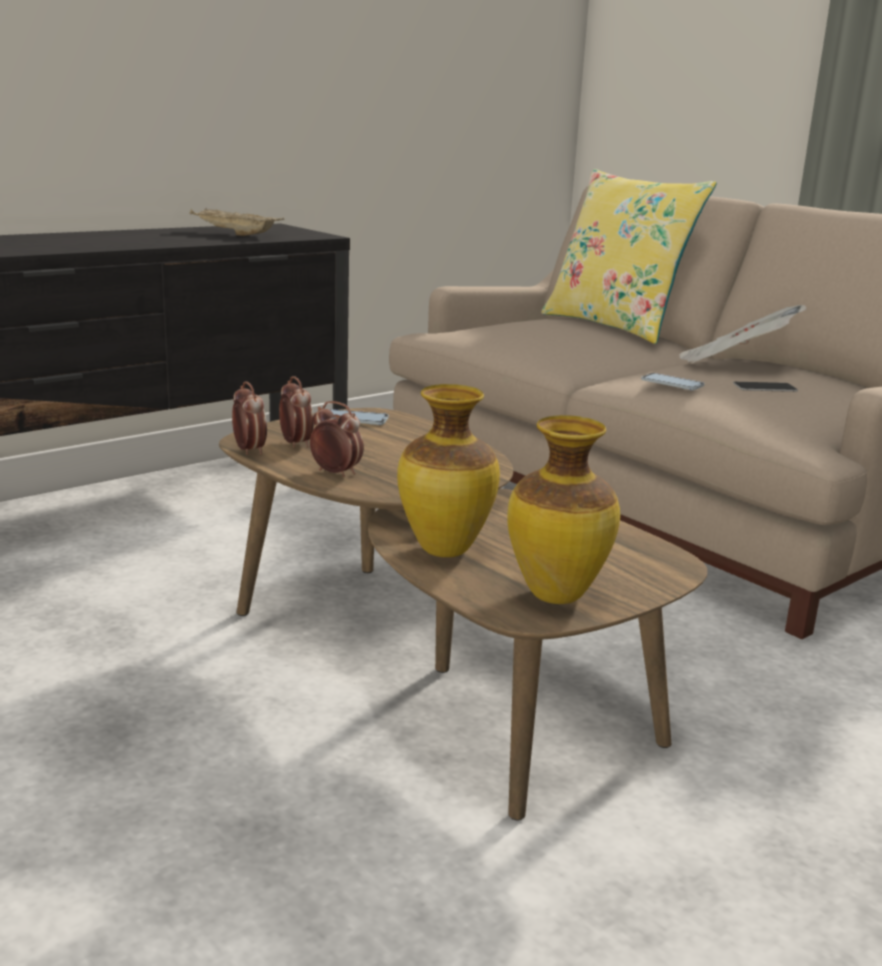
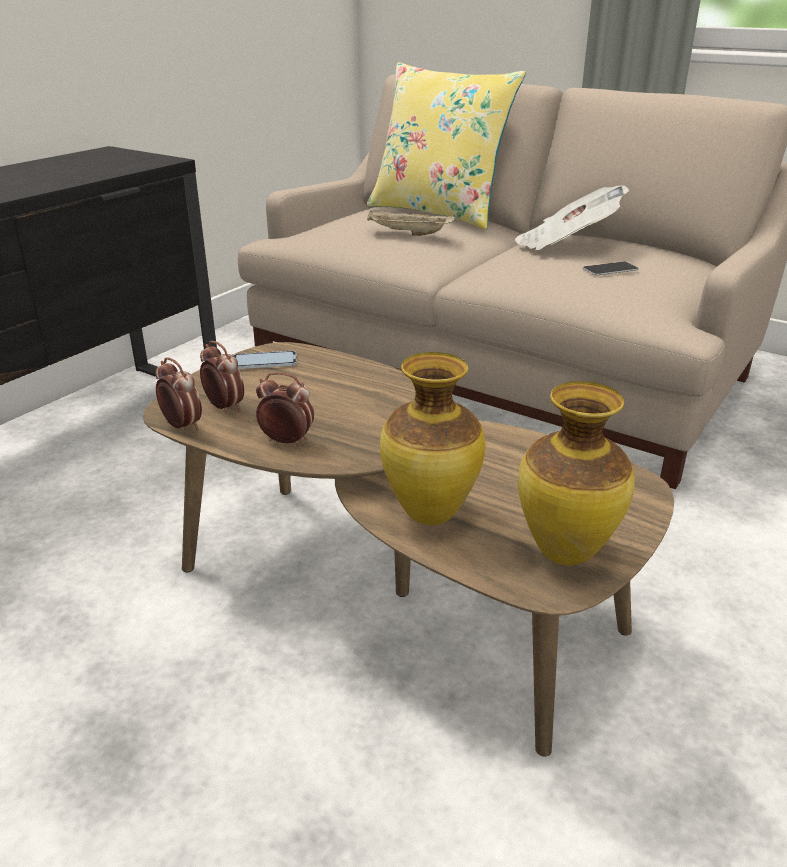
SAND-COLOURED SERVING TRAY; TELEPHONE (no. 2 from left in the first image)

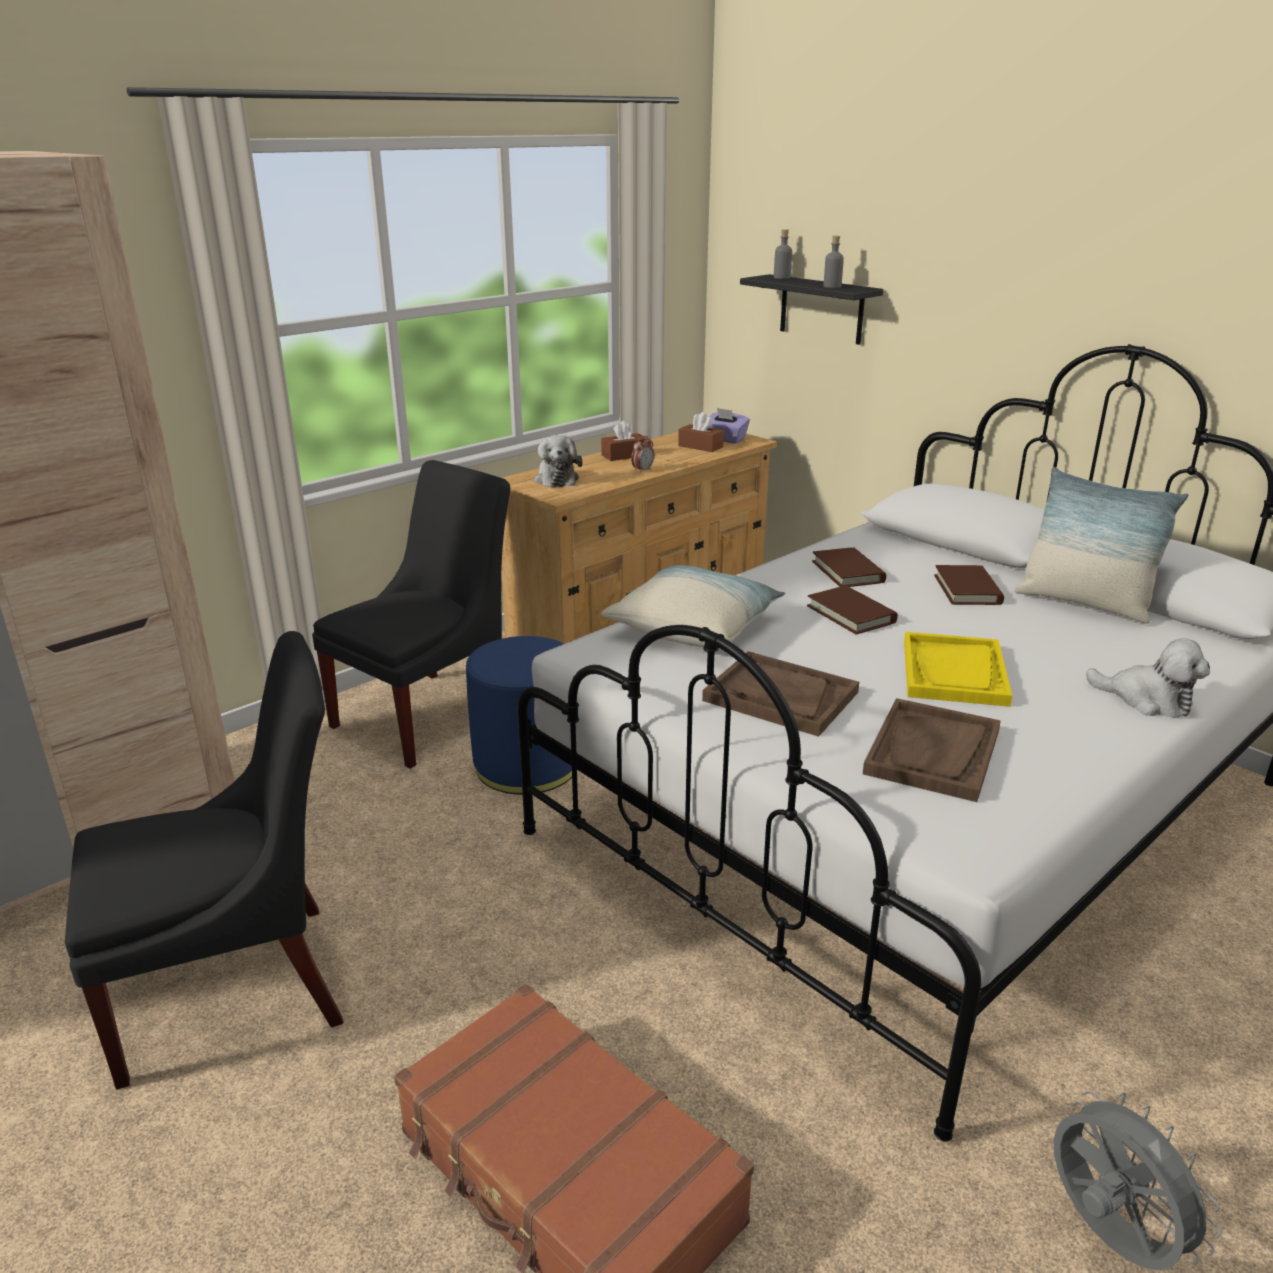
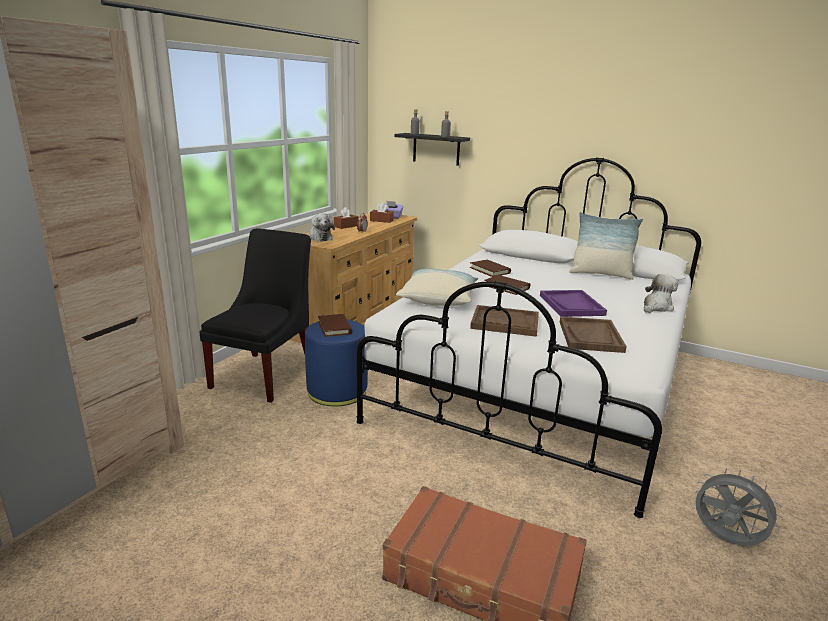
BROWN BOOK (no. 1 from left); PURPLE SERVING TRAY; SOFT TOY (no. 2 from left); BLACK UPRIGHT CHAIR (no. 1 from left in the first image)

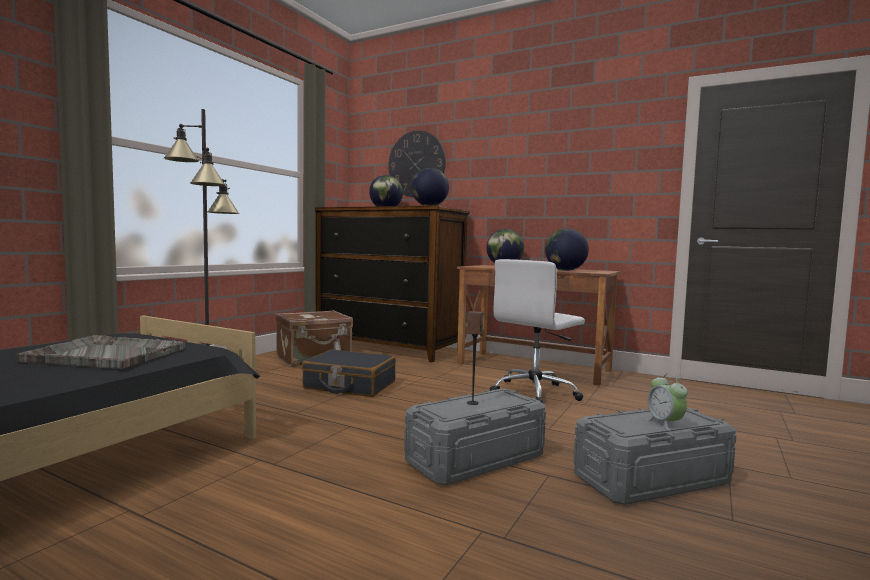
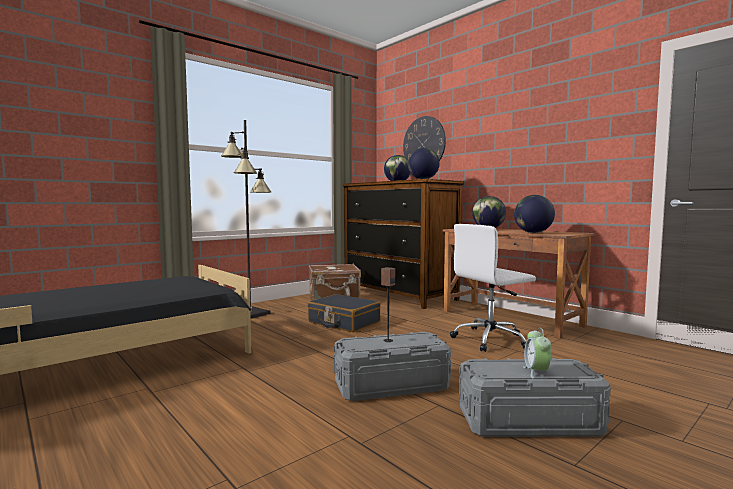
GRAY SERVING TRAY

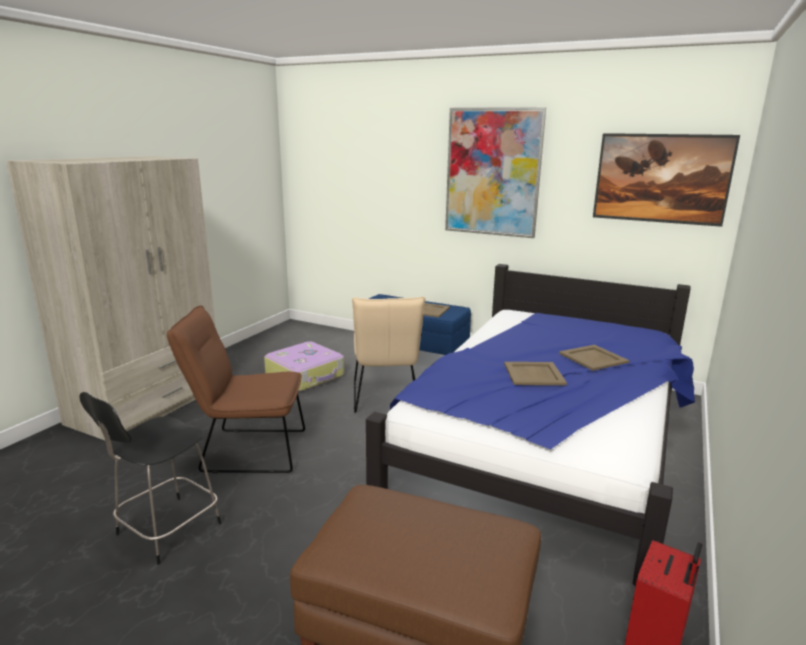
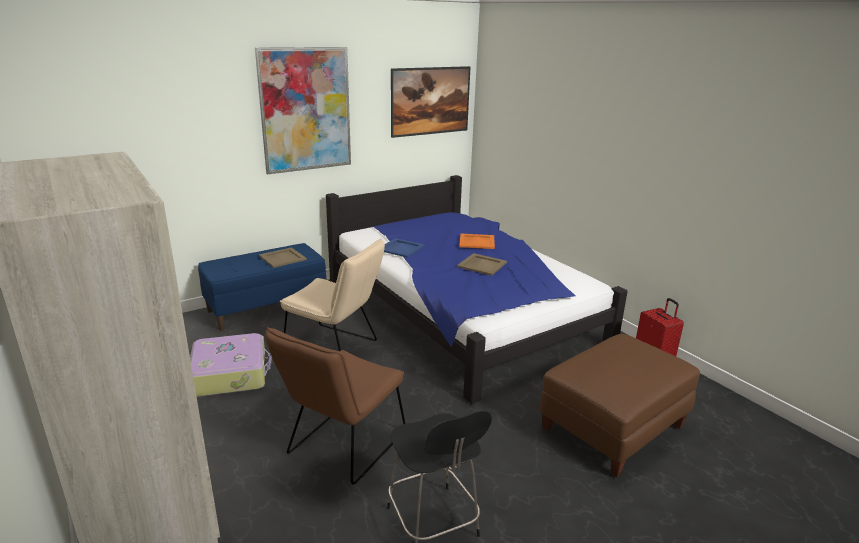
BLUISH SERVING TRAY; ORANGE-COLOURED SERVING TRAY

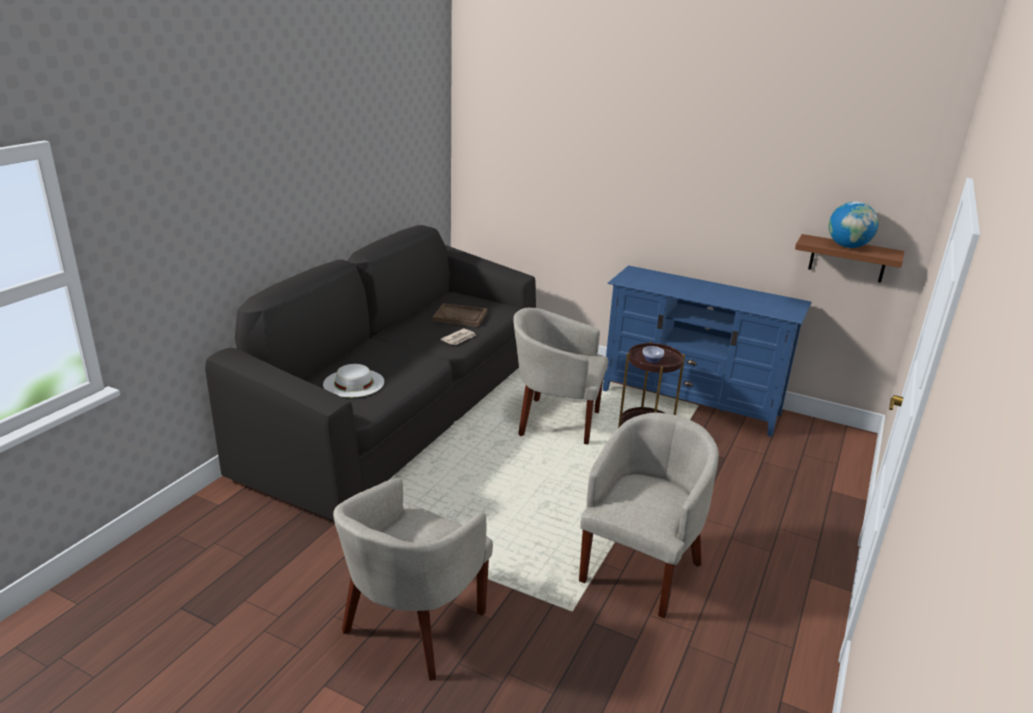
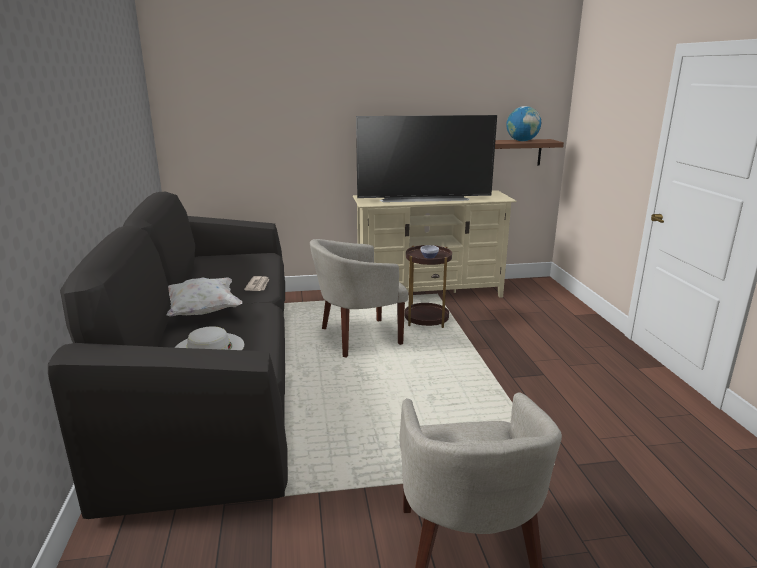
WHITE CUSHION; SAND-COLOURED TV STAND; TV SET; BROWN SERVING TRAY; SAND-COLOURED ARMCHAIR (no. 3 from left in the first image)

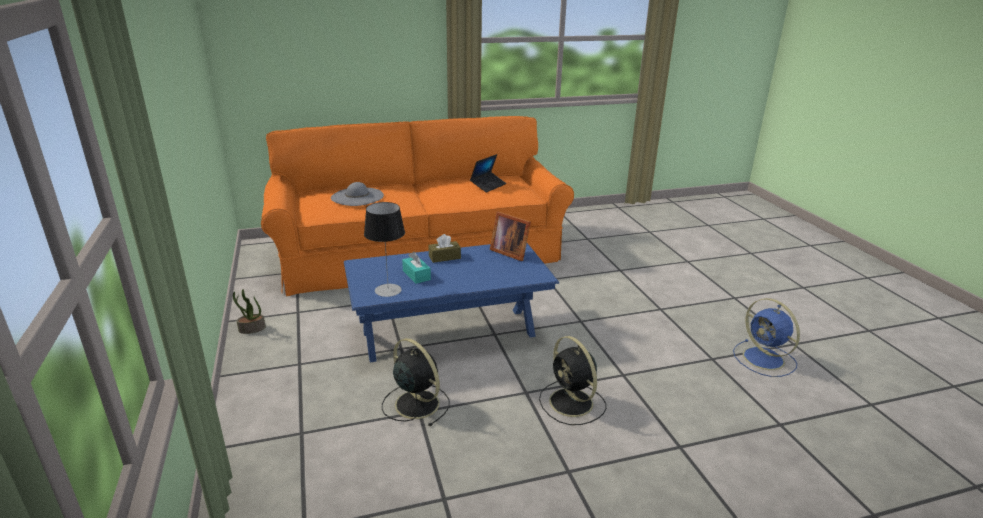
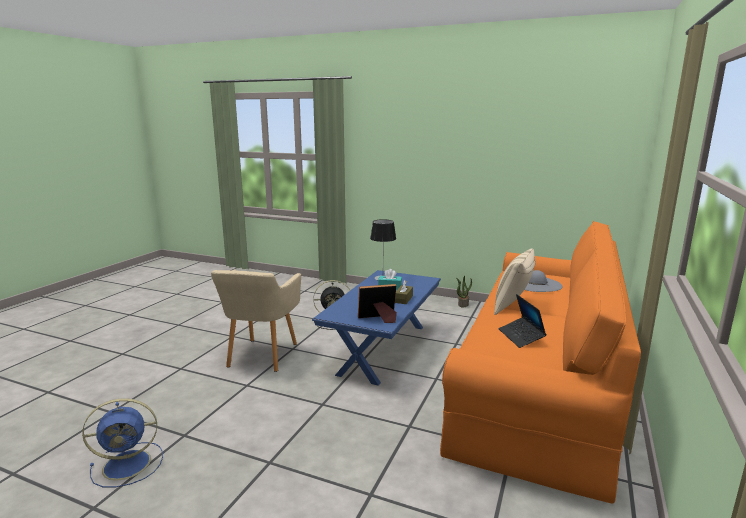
BLUISH FAN; SAND-COLOURED ARMCHAIR; SAND-COLOURED CUSHION

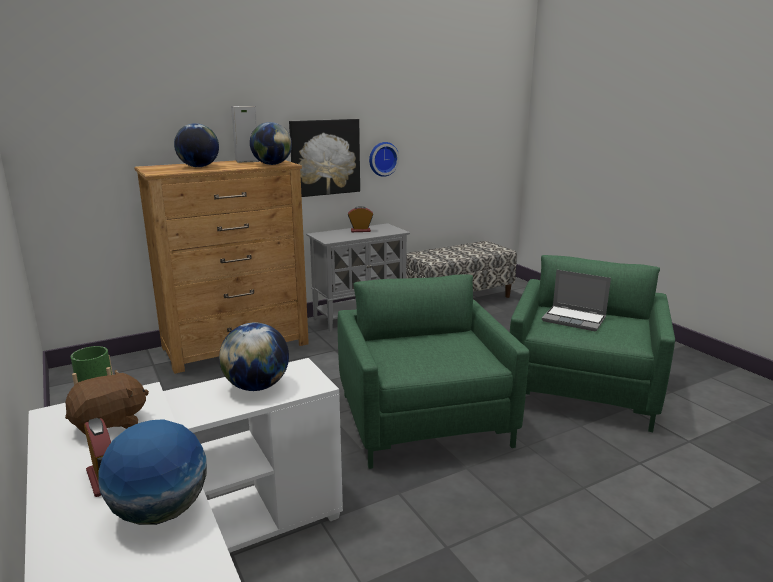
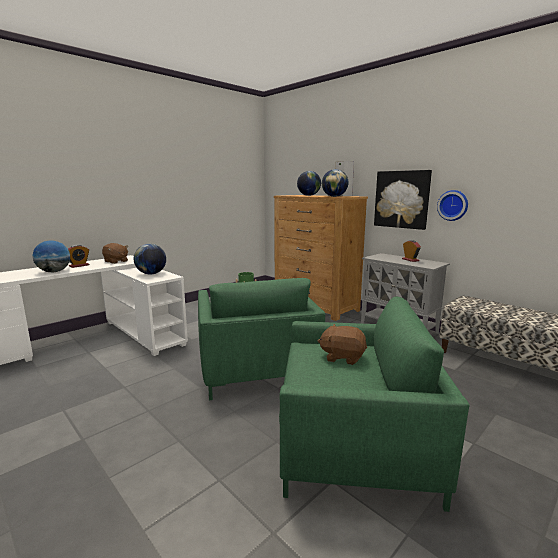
GREEN ARMCHAIR (no. 1 from left); BROWN SOFT TOY (no. 2 from left)

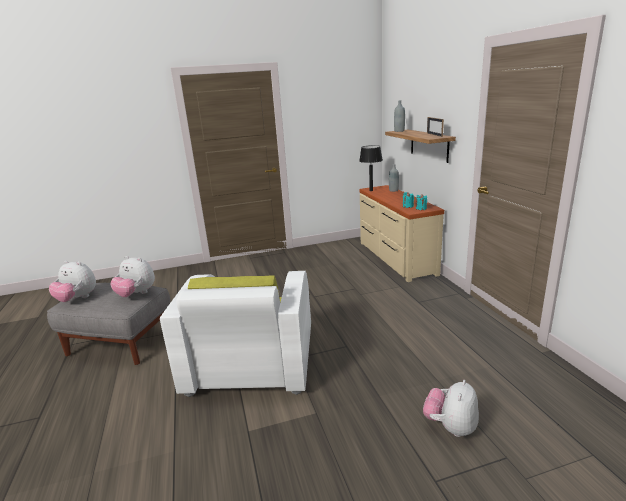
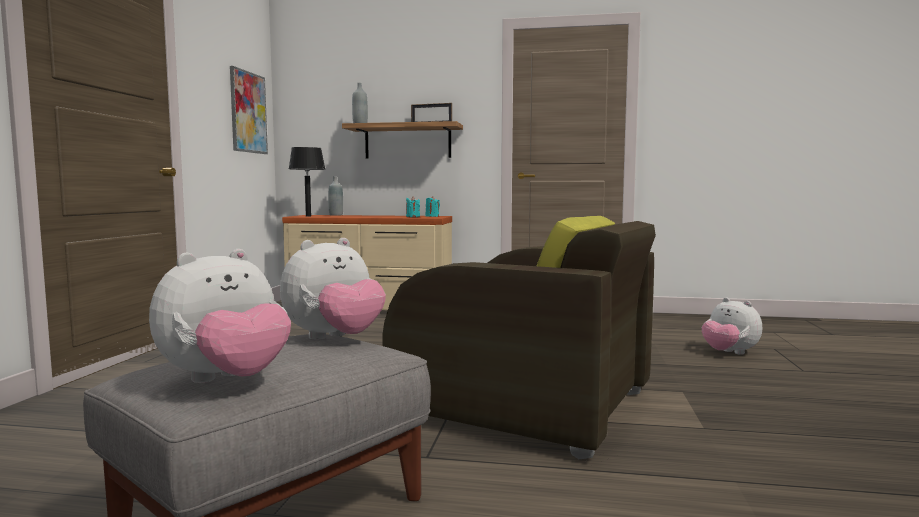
WALL ART; BROWN ARMCHAIR

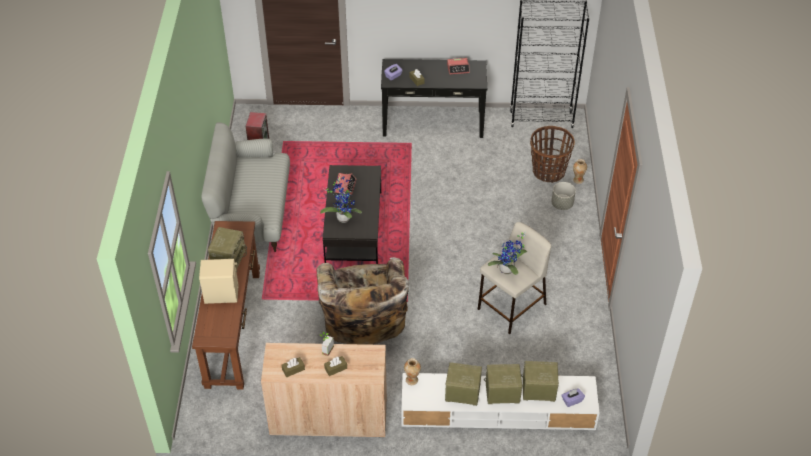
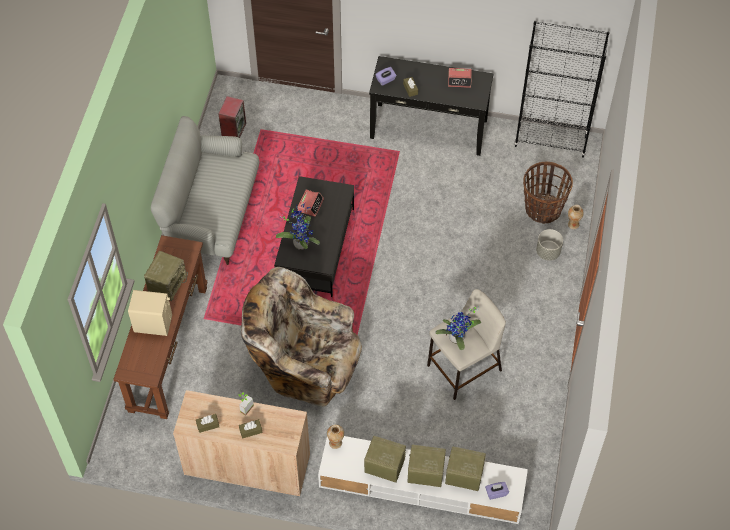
SAND-COLOURED ARMCHAIR

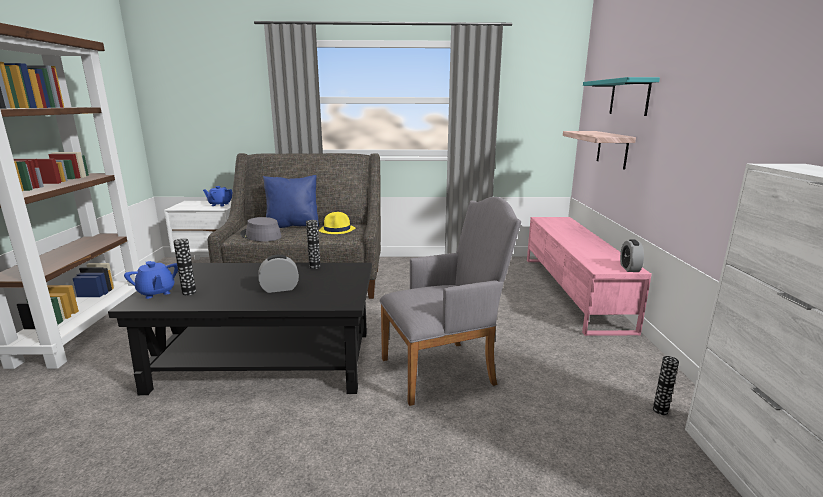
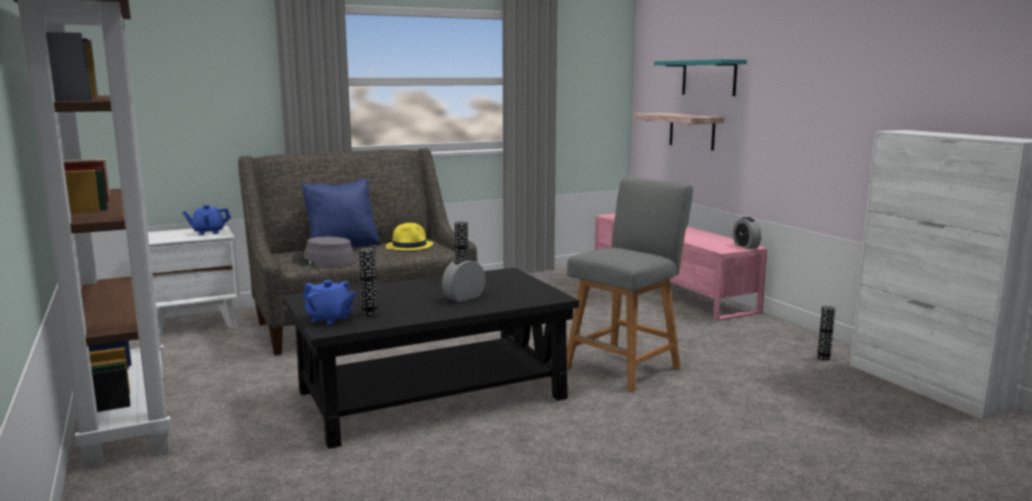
GRAY SITTING STOOL

